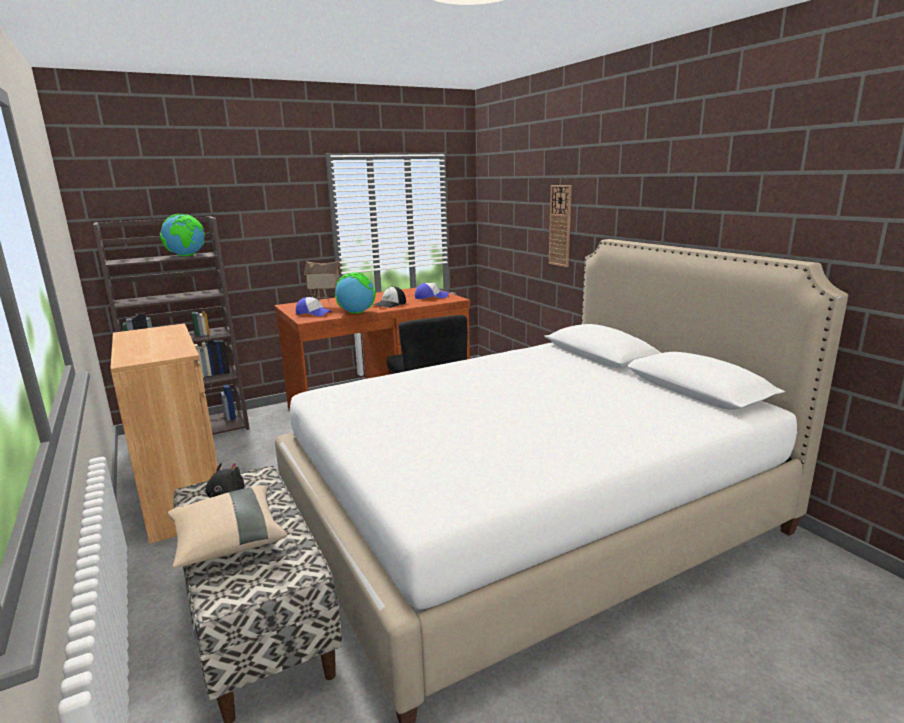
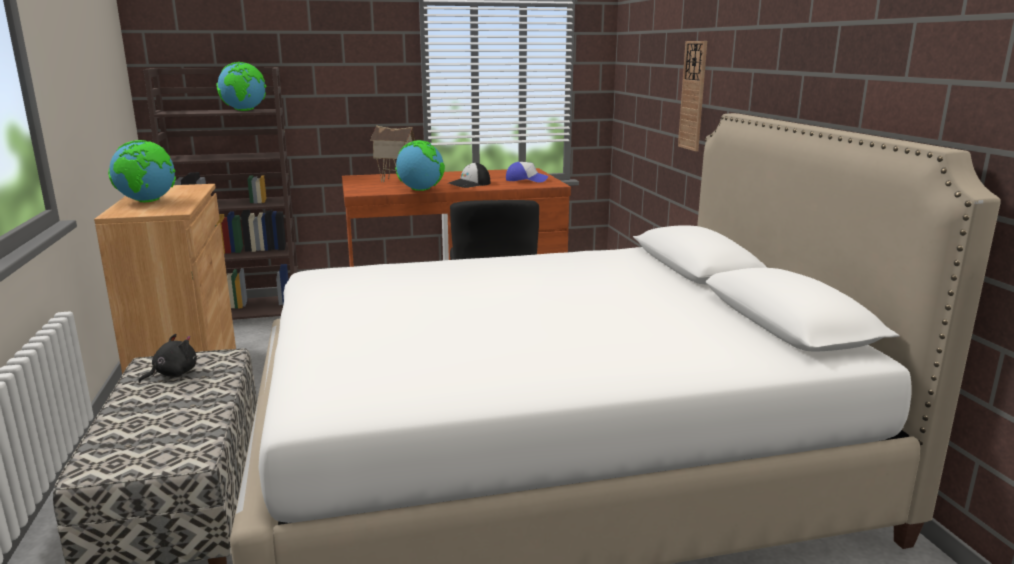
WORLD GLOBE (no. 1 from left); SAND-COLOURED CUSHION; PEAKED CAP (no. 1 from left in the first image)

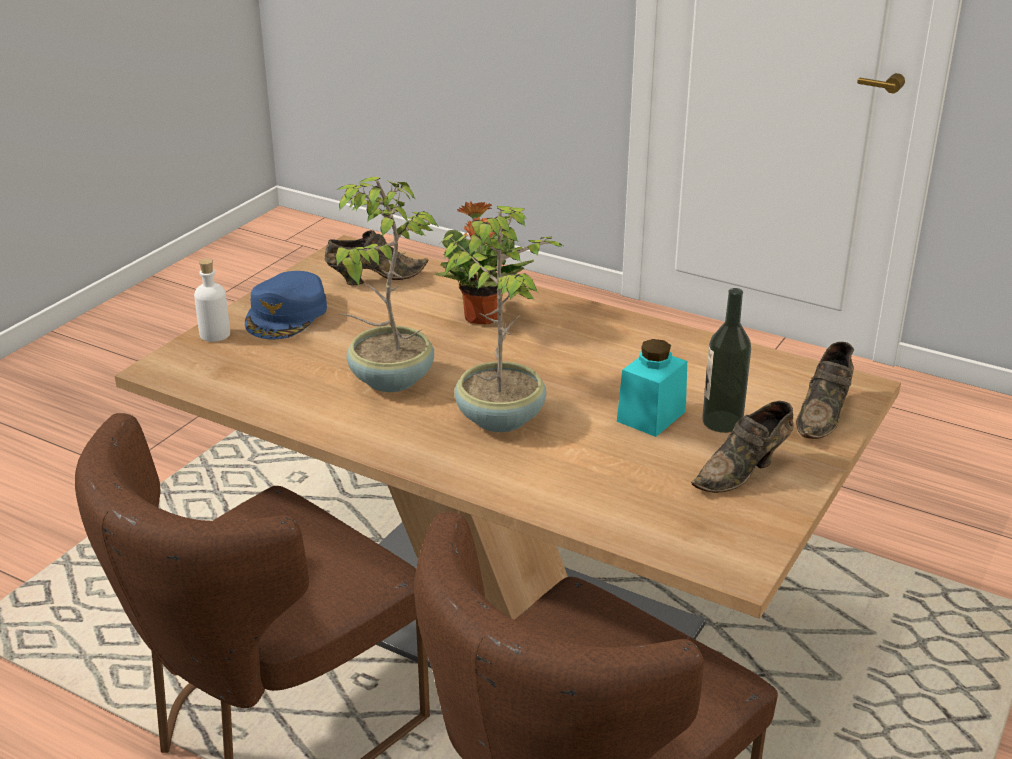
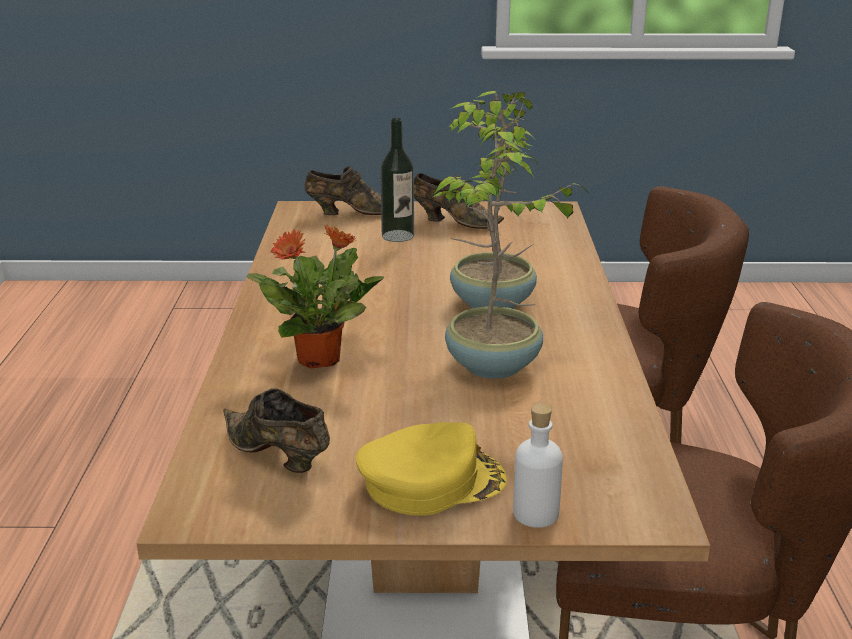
YELLOW PEAKED CAP; TURQUOISE PRESERVE JAR

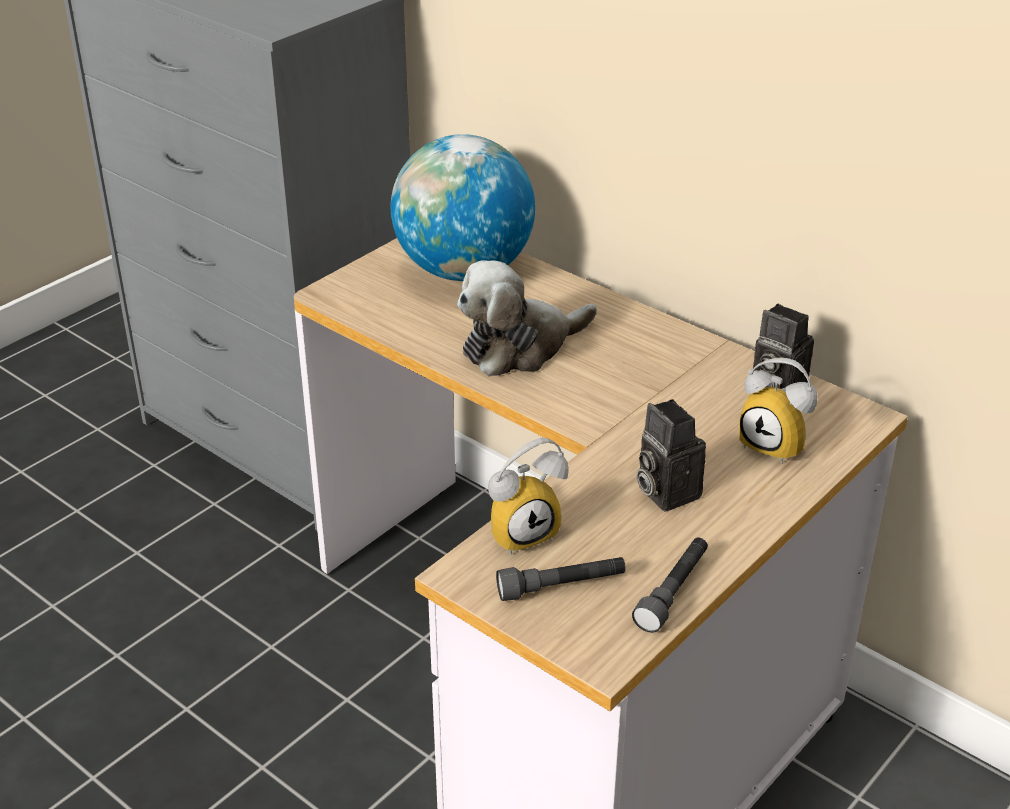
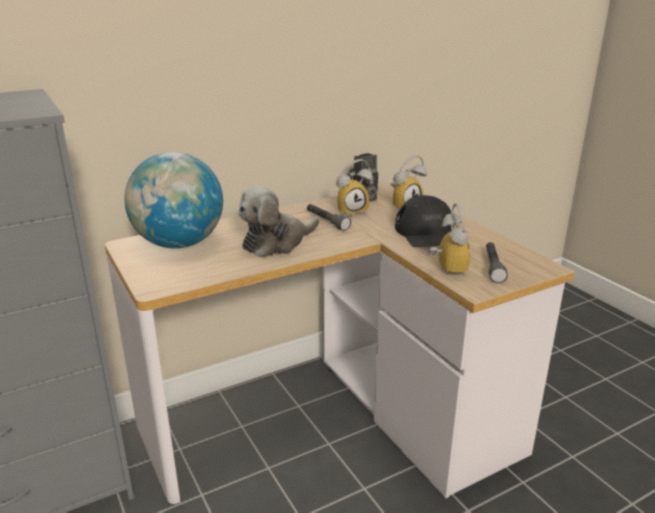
SOFT TOY; GRAY FLASHLIGHT (no. 1 from left); BEDSIDE CLOCK (no. 1 from left); BLACK PEAKED CAP

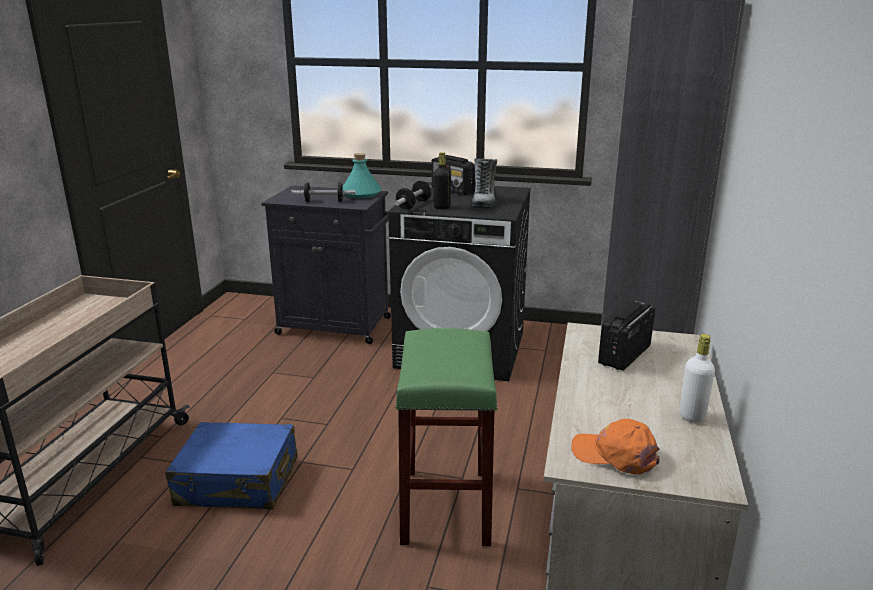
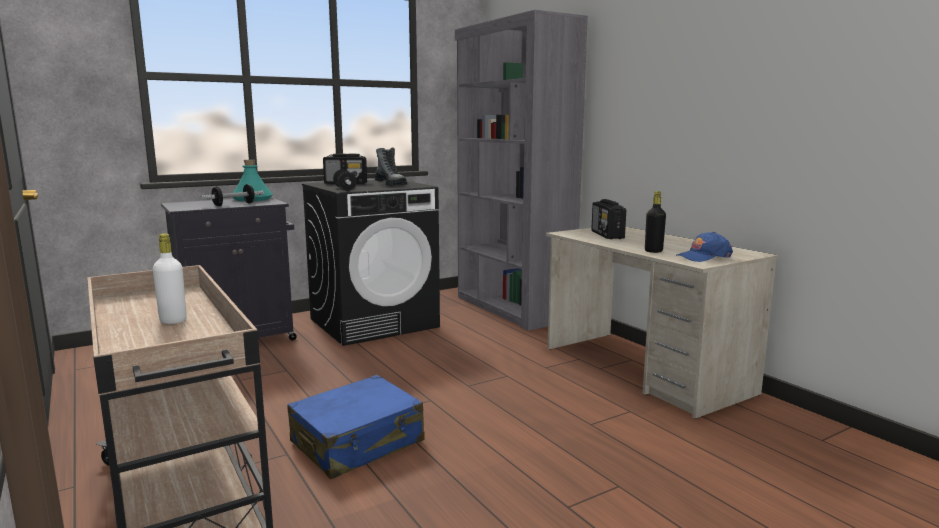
WHITE BEVERAGE BOTTLE; BLACK BEVERAGE BOTTLE; BLUISH PEAKED CAP; GREEN SITTING STOOL

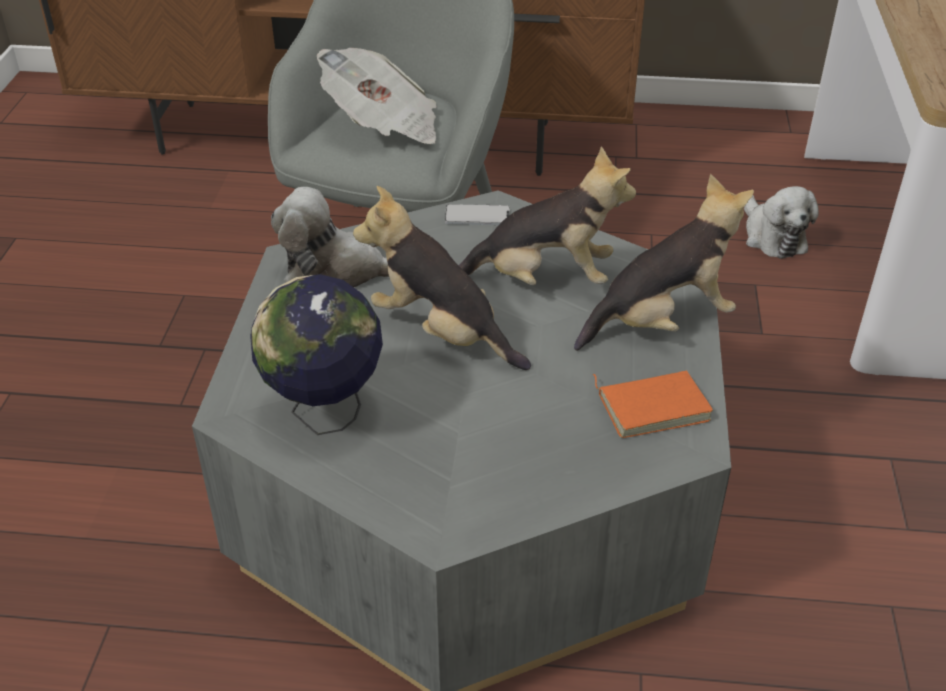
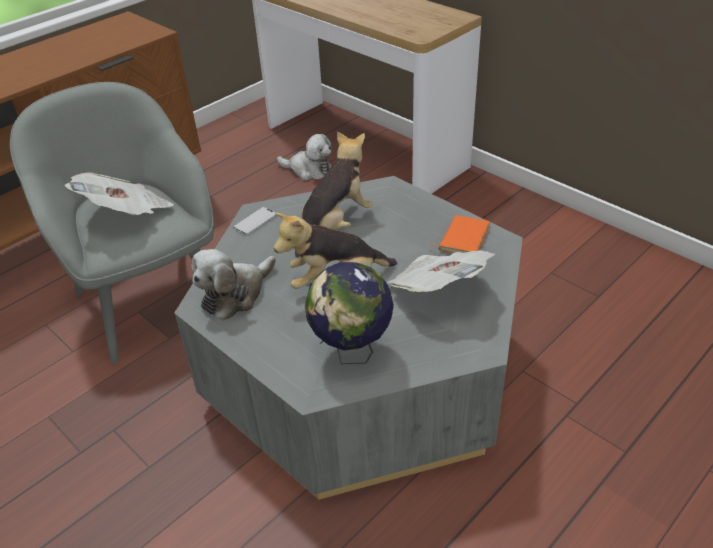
DAILY PAPER (no. 2 from left); SOFT TOY (no. 4 from left in the first image)

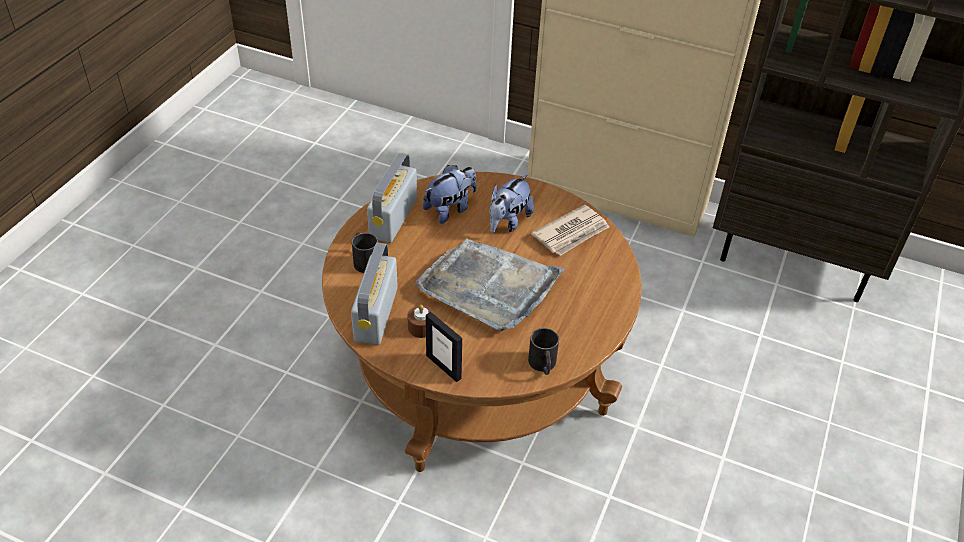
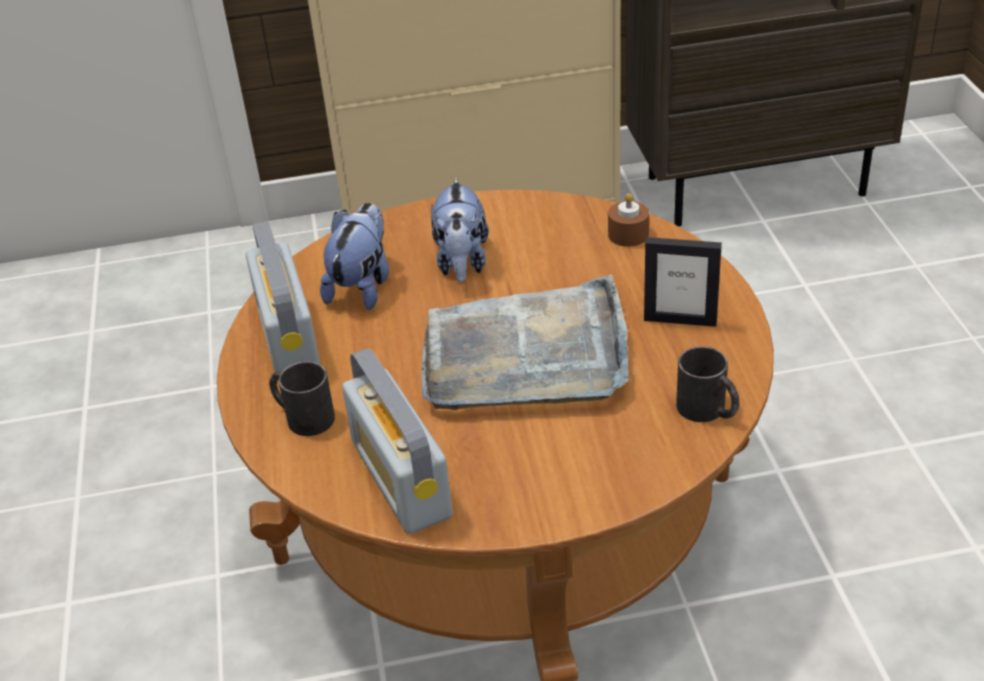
BROWN WAX LIGHT; PHOTO FRAME; DAILY PAPER

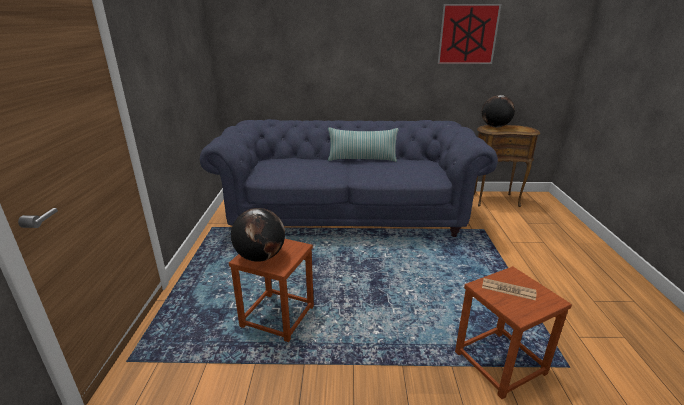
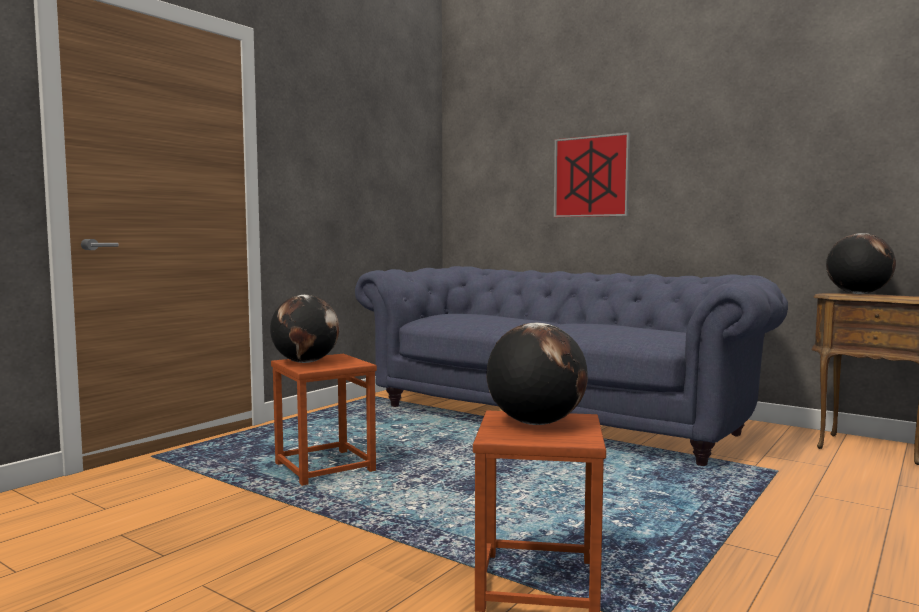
WORLD GLOBE (no. 2 from left); WALL ART; CUSHION

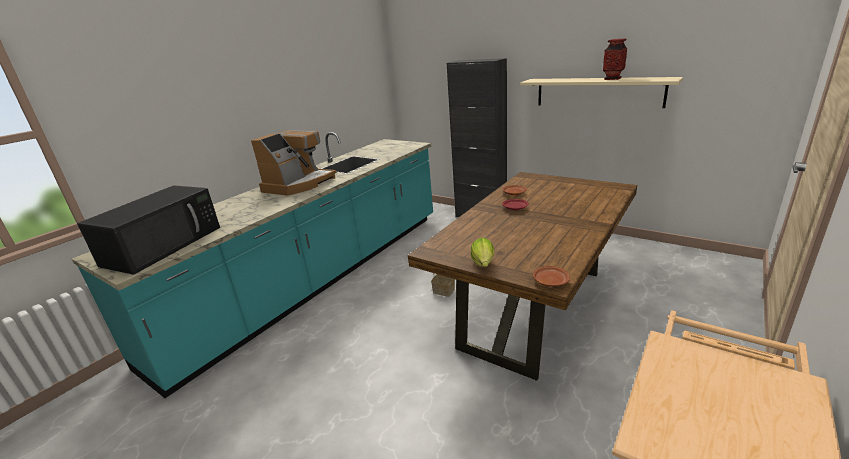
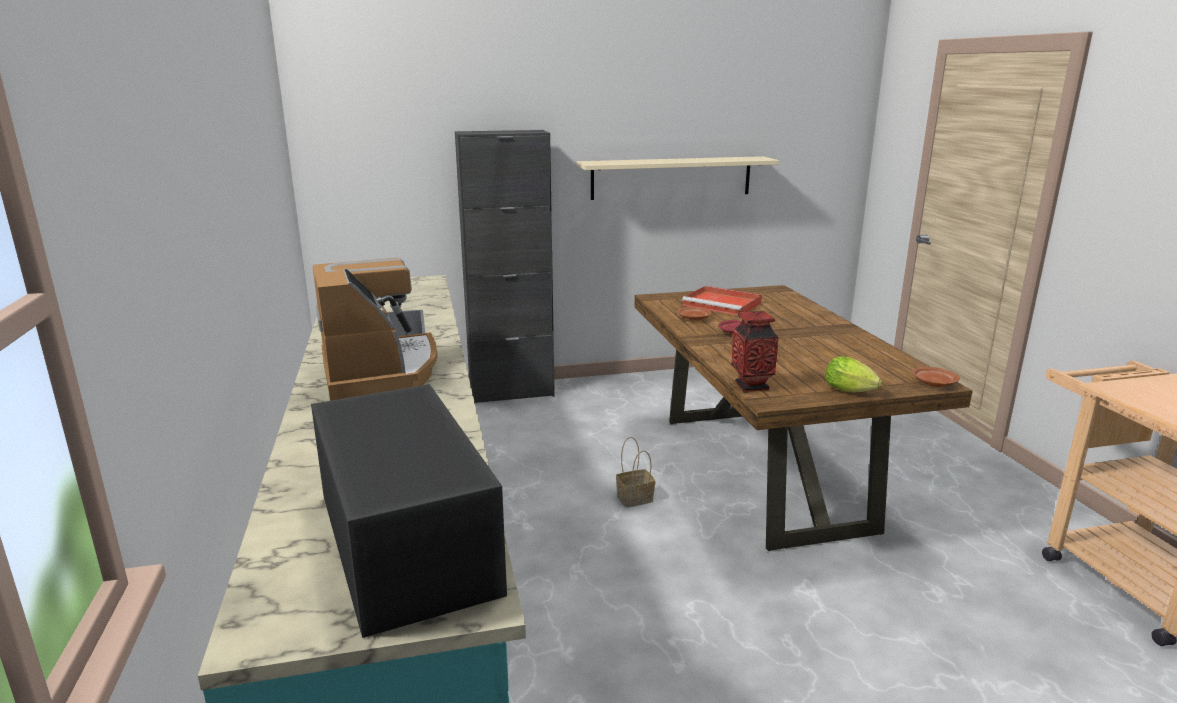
RED-COLOURED SERVING TRAY; VASE

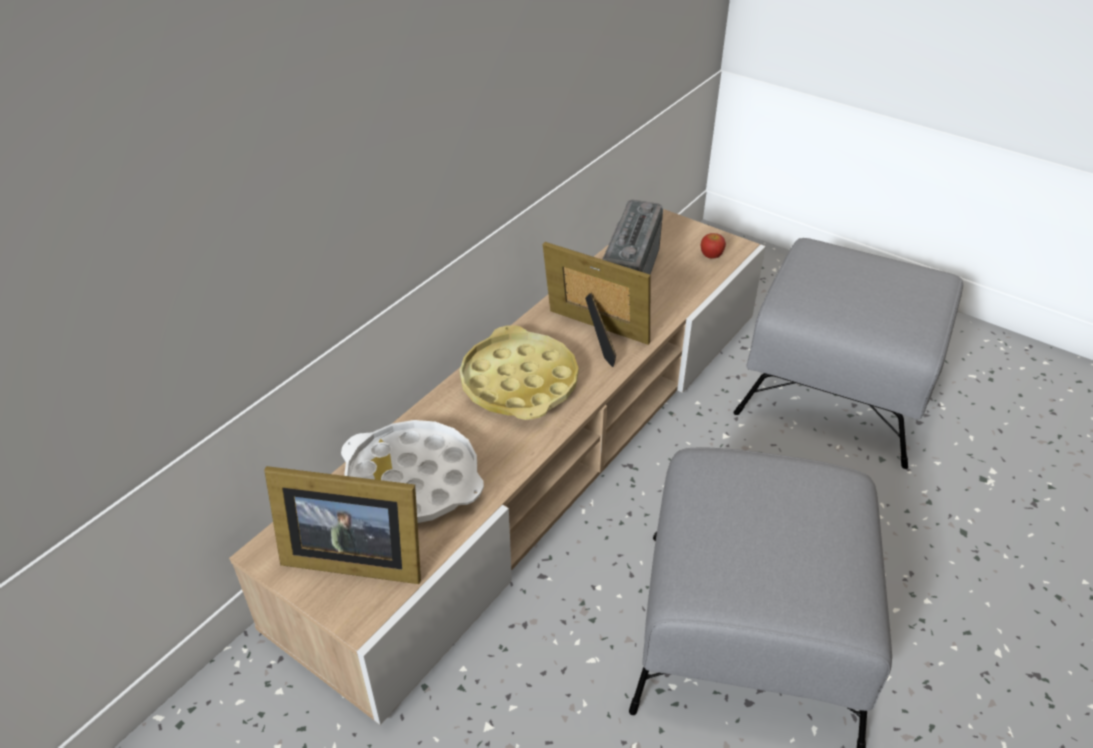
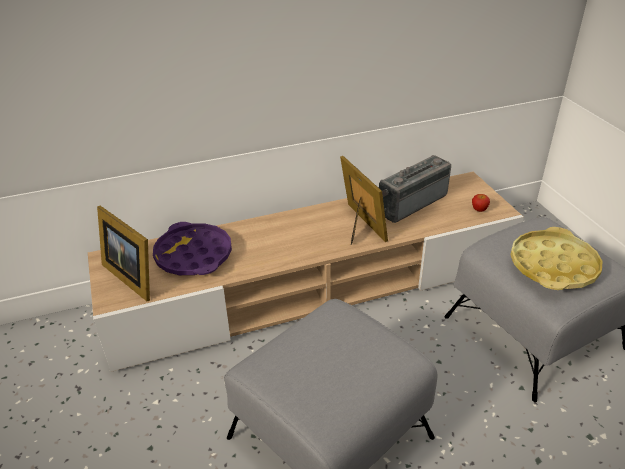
PURPLE SERVING TRAY; YELLOW SERVING TRAY

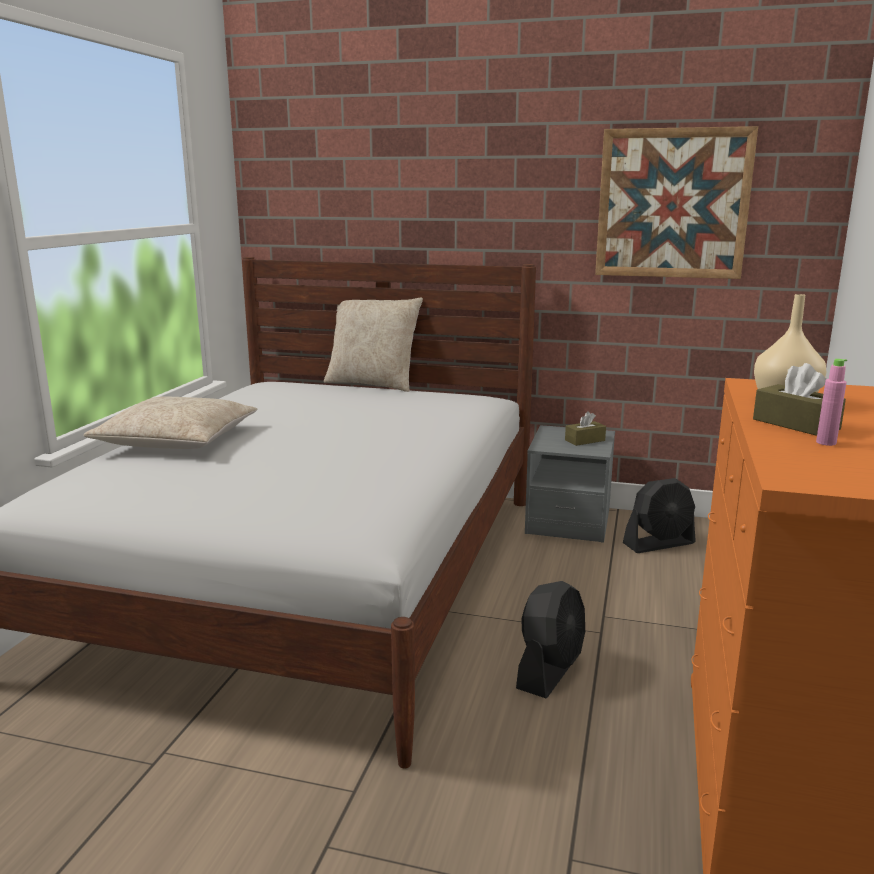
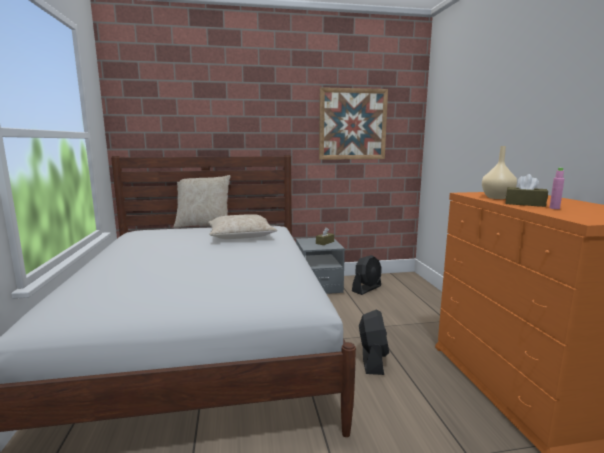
SAND-COLOURED CUSHION (no. 2 from left)

